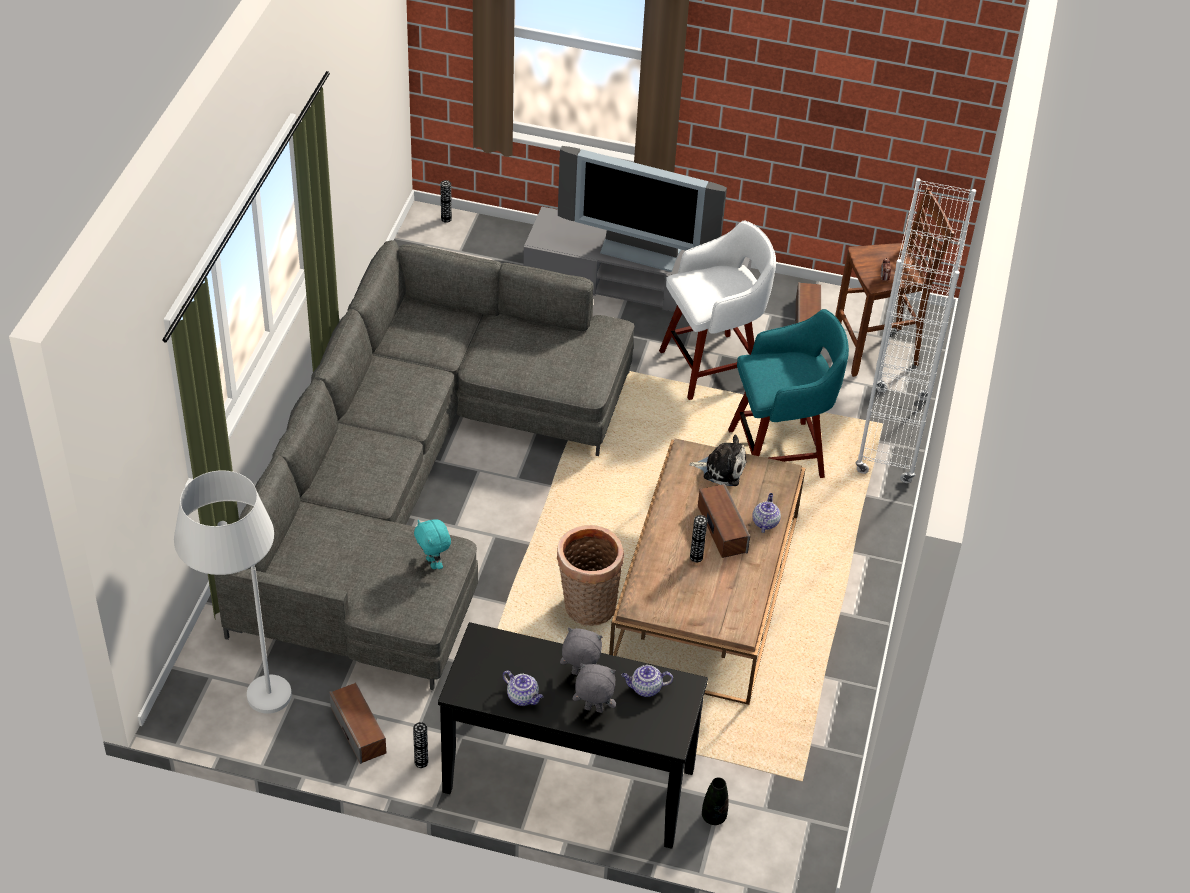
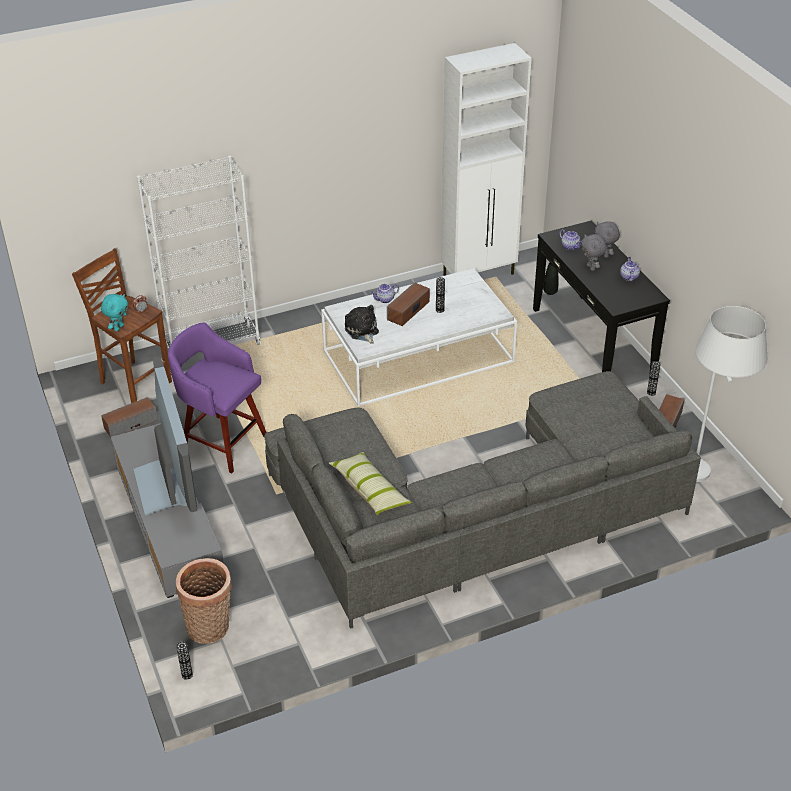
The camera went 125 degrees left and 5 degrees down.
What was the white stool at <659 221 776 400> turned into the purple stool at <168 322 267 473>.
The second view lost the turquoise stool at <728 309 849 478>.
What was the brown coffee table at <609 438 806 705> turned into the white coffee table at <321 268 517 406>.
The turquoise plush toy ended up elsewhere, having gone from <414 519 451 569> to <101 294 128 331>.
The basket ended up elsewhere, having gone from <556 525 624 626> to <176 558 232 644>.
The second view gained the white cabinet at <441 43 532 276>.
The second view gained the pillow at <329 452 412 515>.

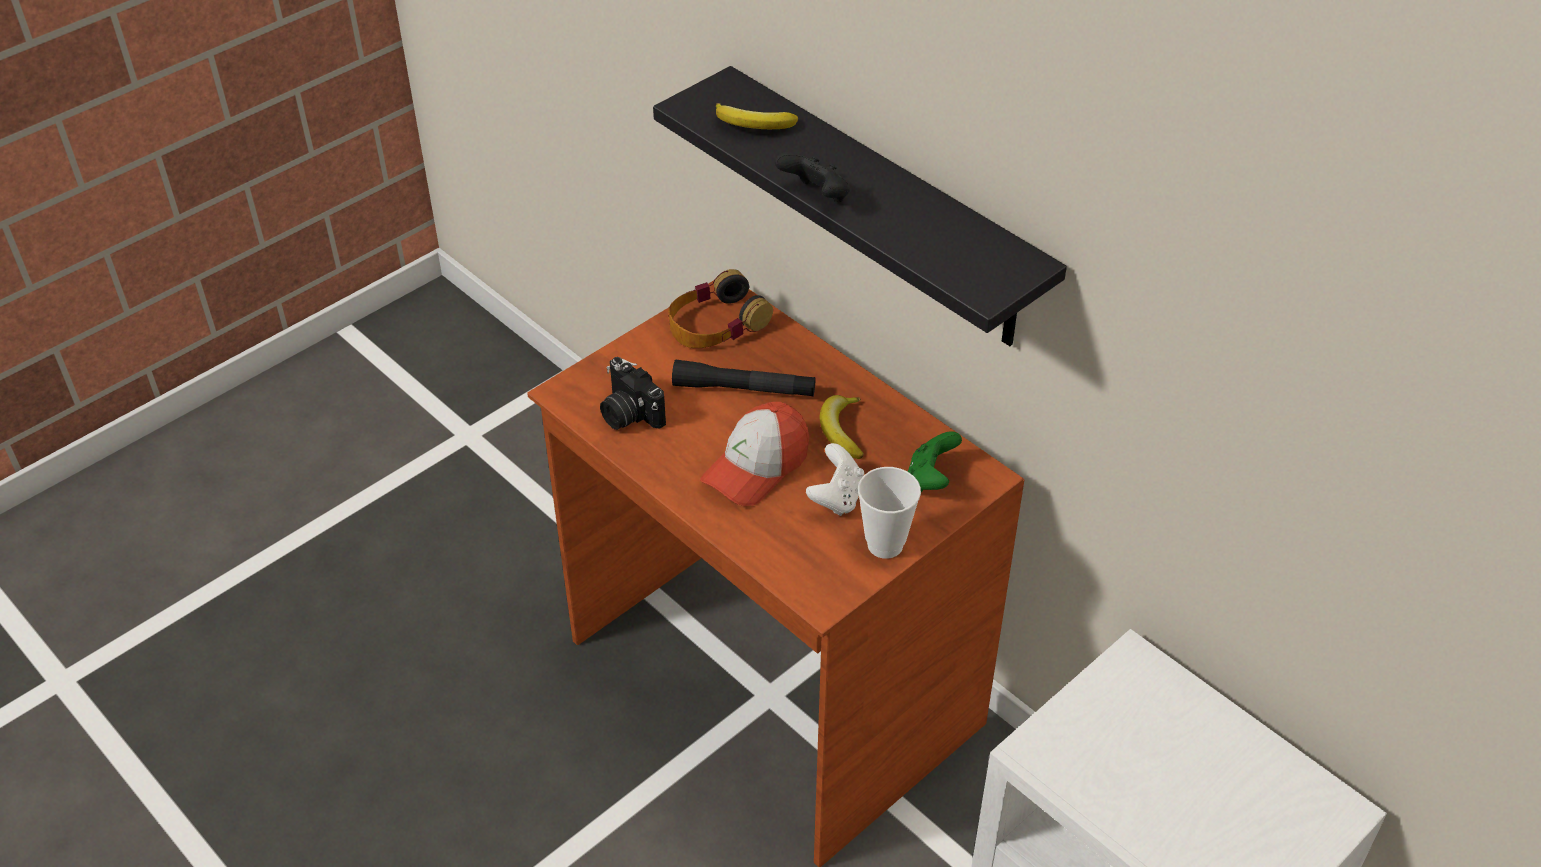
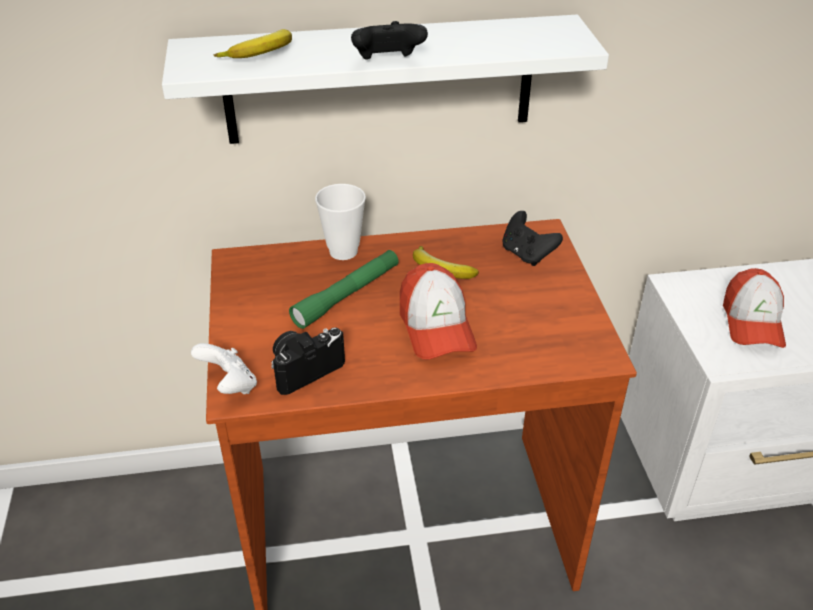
The camera went 55 degrees left and 5 degrees down.
What was the black shelf at <653 66 1067 346> turned into the white shelf at <162 15 609 144>.
The second view lost the headphones at <668 269 773 348>.
The photo camera at <600 357 666 430> ended up facing another way, 150 degrees clockwise from before.
What was the black flashlight at <672 359 815 397> turned into the green flashlight at <289 250 399 329>.
What was the green game controller at <907 431 962 492> turned into the black game controller at <502 211 563 266>.
The white game controller ended up elsewhere, having gone from <806 443 864 516> to <191 343 257 394>.
The cup ended up elsewhere, having gone from <858 467 921 559> to <315 184 366 260>.
The second view gained the cap at <723 268 786 348>.

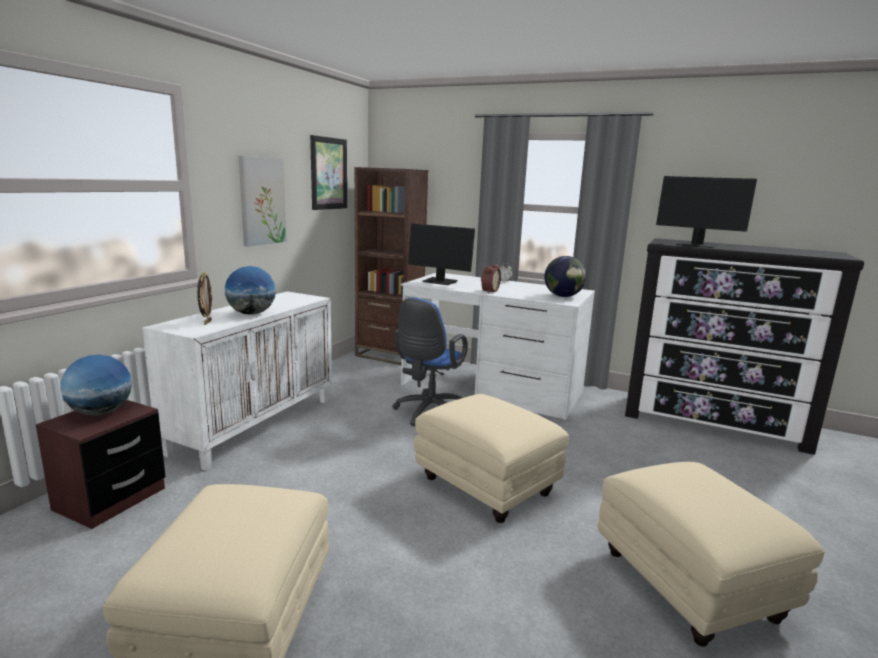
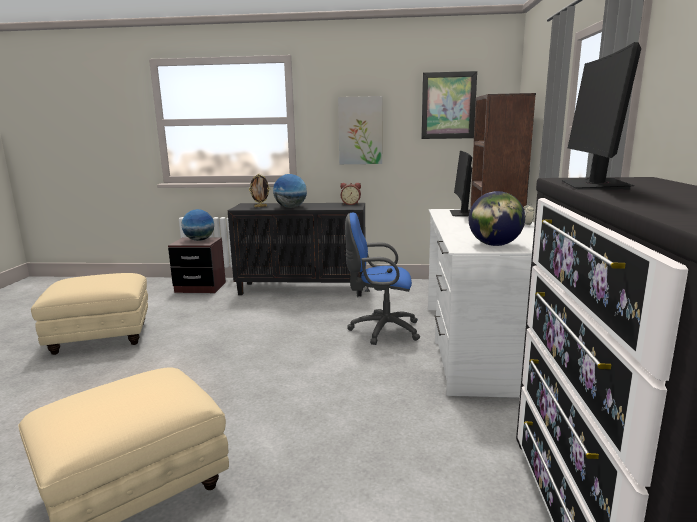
The camera went 70 degrees right and 0 degrees up.
The alarm clock ended up elsewhere, having gone from <481 264 501 293> to <340 183 361 205>.
What was the white cabinet at <142 292 332 471> turned into the black cabinet at <228 203 366 296>.
The second view lost the beige ottoman at <414 394 569 523>.

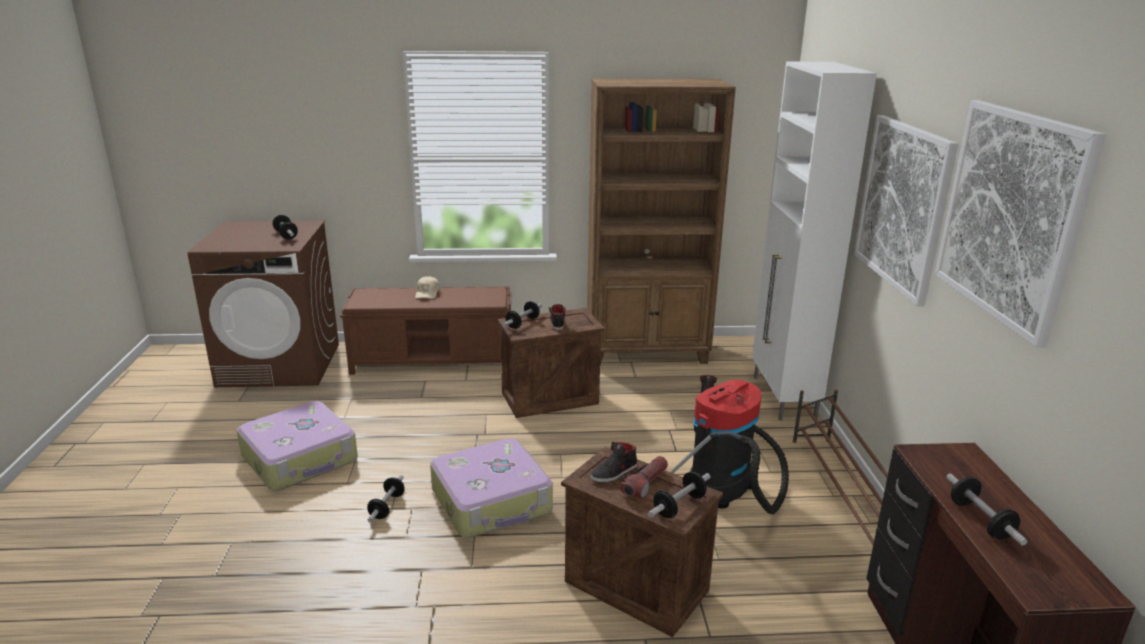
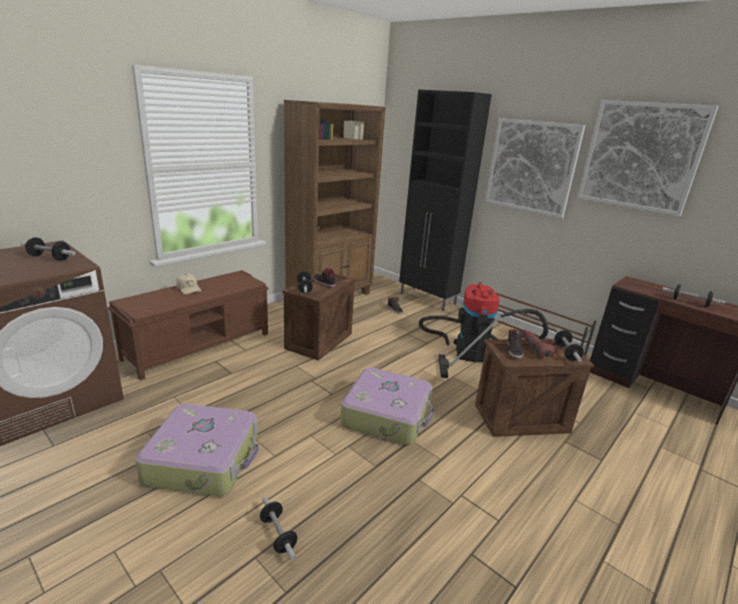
The camera went 45 degrees left and 0 degrees up.
What was the white cabinet at <752 61 877 420> turned into the black cabinet at <399 90 492 311>.
The dumbbell ended up elsewhere, having gone from <367 475 405 523> to <260 497 297 561>.

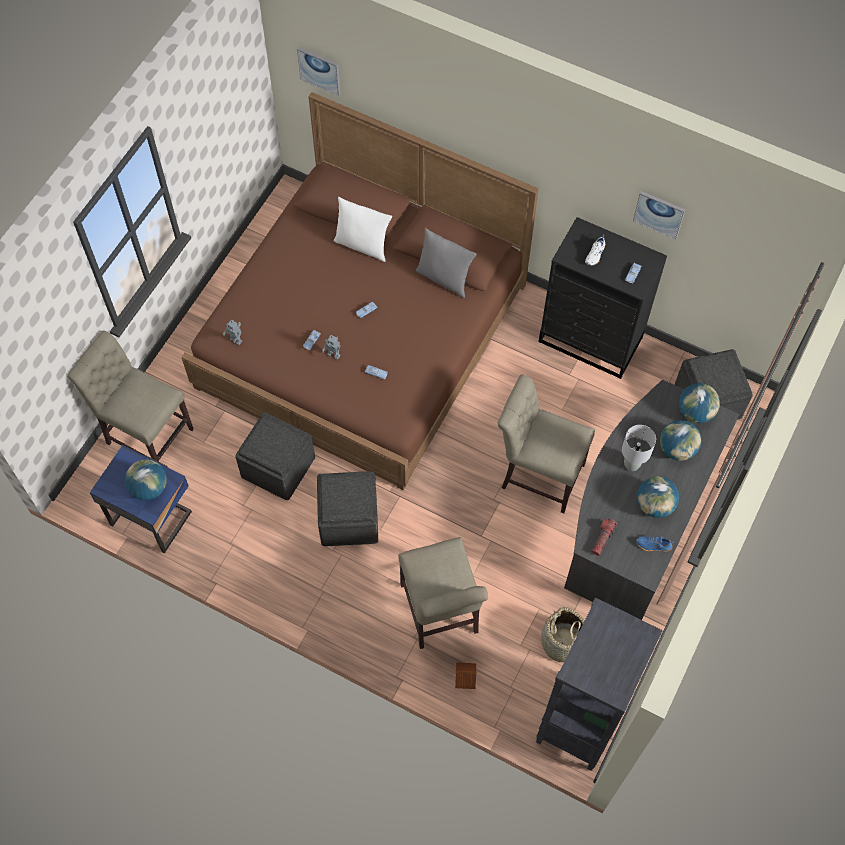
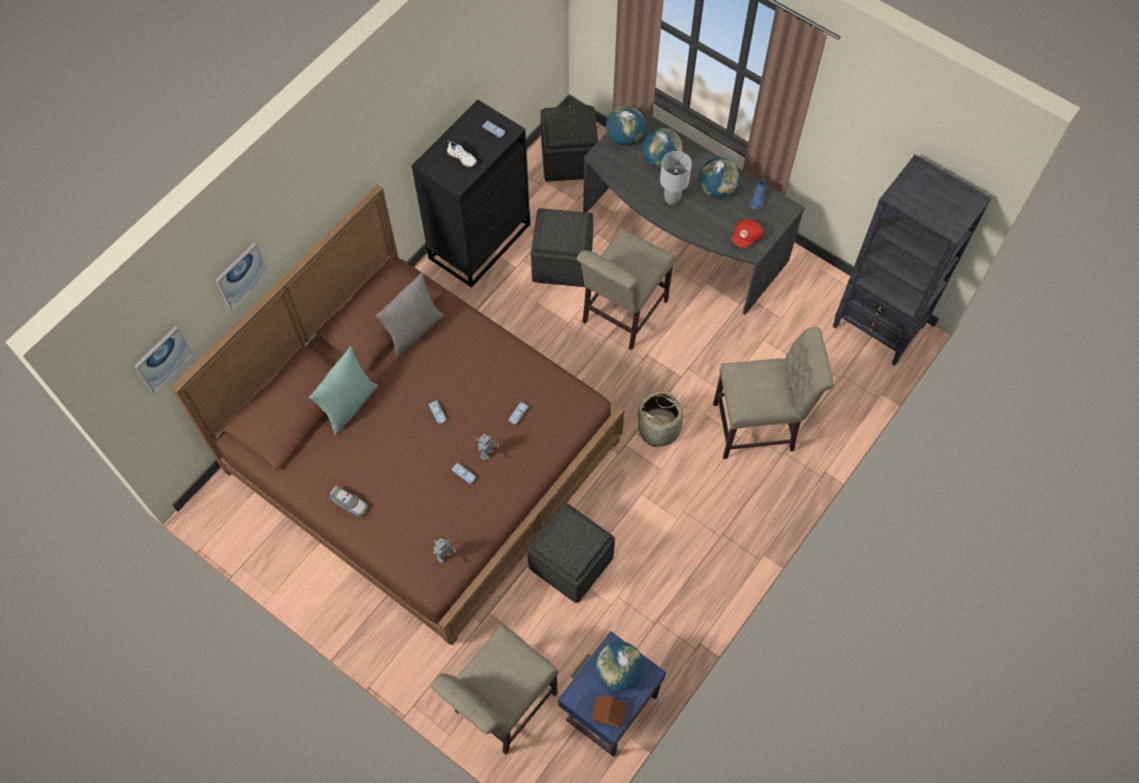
The camera went 80 degrees left and 0 degrees up.
The picture ended up elsewhere, having gone from <633 191 685 239> to <215 243 269 310>.
What was the white pillow at <334 197 392 262> turned into the turquoise pillow at <308 346 378 435>.
The grey ottoman ended up elsewhere, having gone from <317 471 378 546> to <531 208 593 287>.
Where the flashlight stood at <592 519 617 556>, the red cap came to stand at <732 219 763 248>.
The basket ended up elsewhere, having gone from <541 607 585 663> to <633 391 690 447>.
The toy house ended up elsewhere, having gone from <455 662 477 689> to <592 696 627 727>.
The second view gained the toy car at <329 486 368 517>.

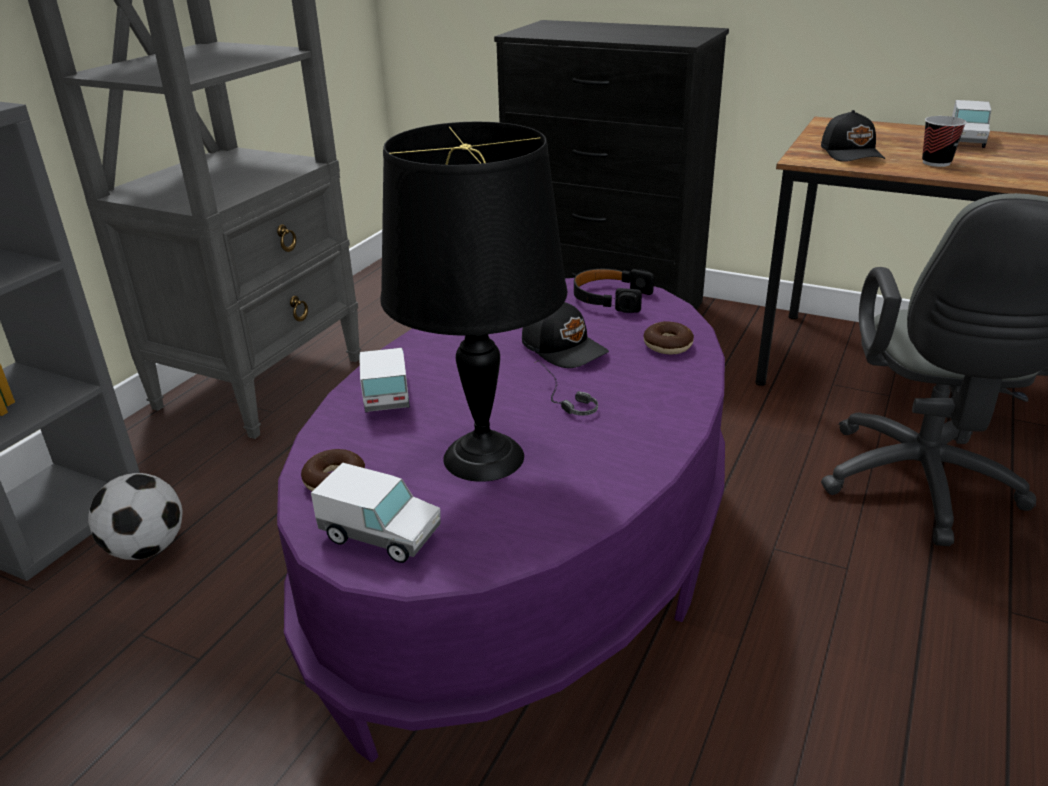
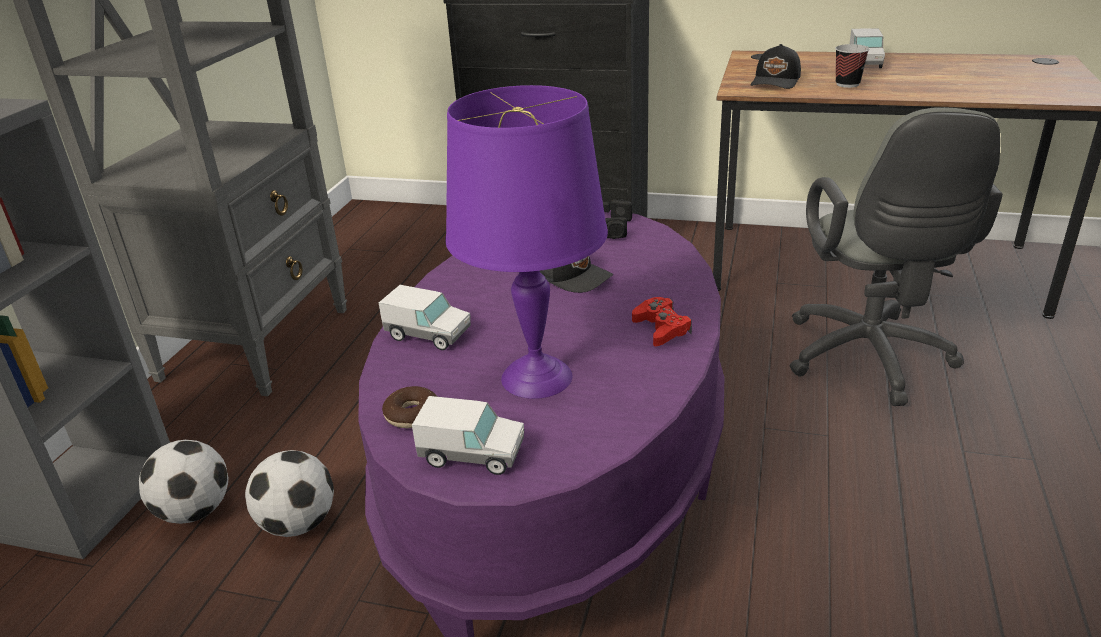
The camera went 10 degrees left and 0 degrees up.
The black cap at <821 110 885 162> ended up facing another way, 45 degrees clockwise from before.
What was the black table lamp at <380 122 567 482> turned into the purple table lamp at <445 85 608 399>.
The second view lost the donut at <644 321 694 354>.
The toy truck at <359 348 410 412> ended up facing another way, 135 degrees clockwise from before.
The second view lost the headphones at <535 360 598 415>.
The second view gained the red game controller at <632 297 692 346>.
The second view gained the football at <245 450 334 537>.

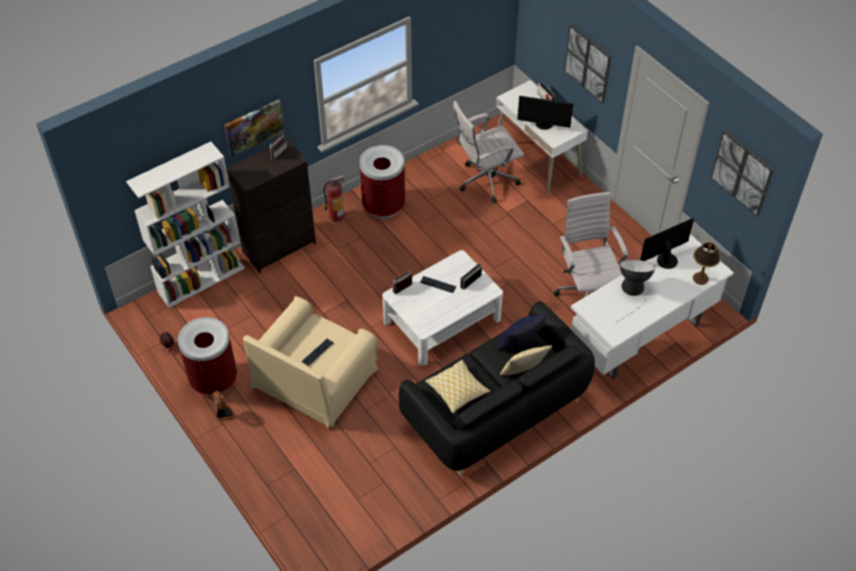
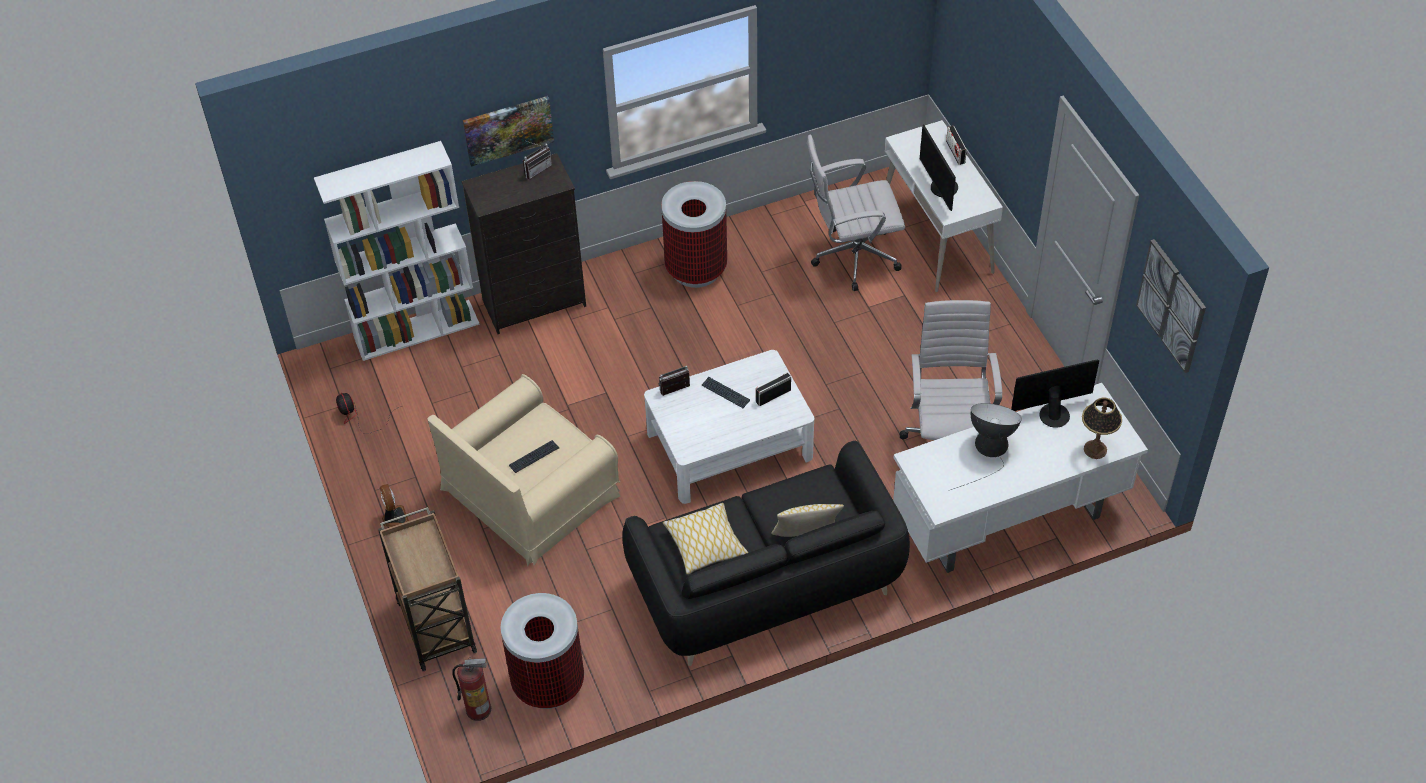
The camera went 15 degrees right and 0 degrees up.
The second view lost the picture at <564 24 611 103>.
The monitor at <517 96 573 130> ended up facing another way, 45 degrees clockwise from before.
The fire extinguisher ended up elsewhere, having gone from <324 175 344 222> to <452 657 491 721>.
The second view lost the blue pillow at <497 313 548 350>.
The trash can ended up elsewhere, having gone from <178 317 237 396> to <500 593 584 709>.
The second view gained the brown cart at <378 507 477 671>.

